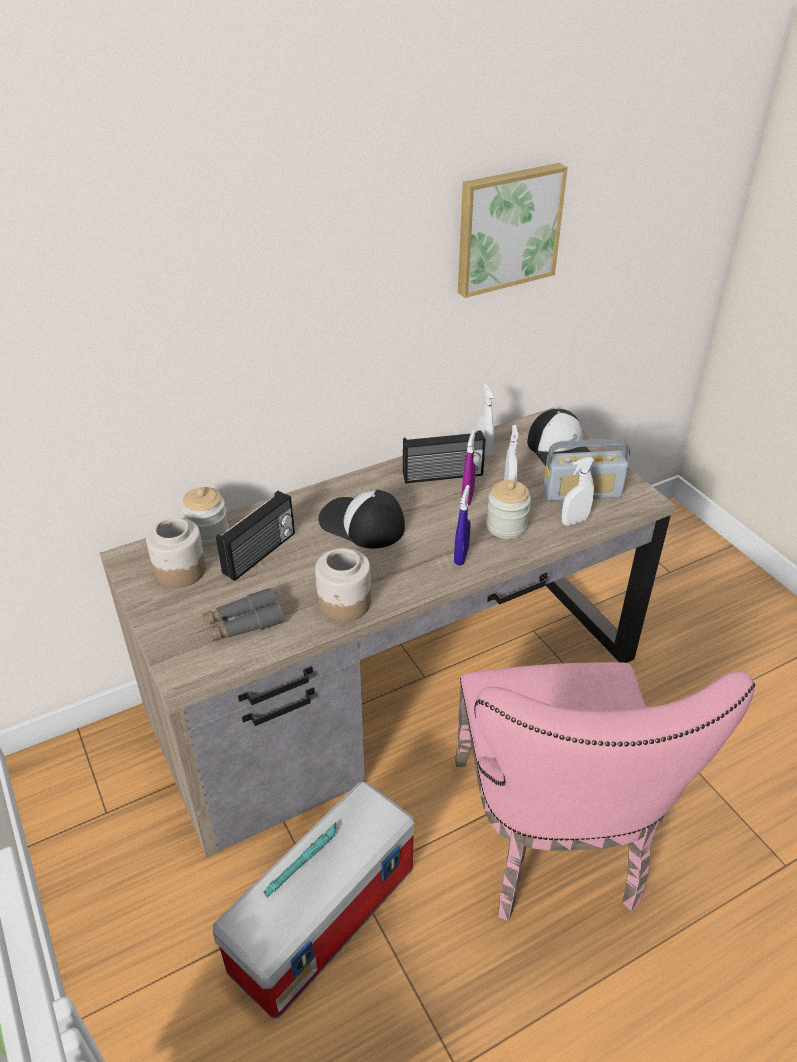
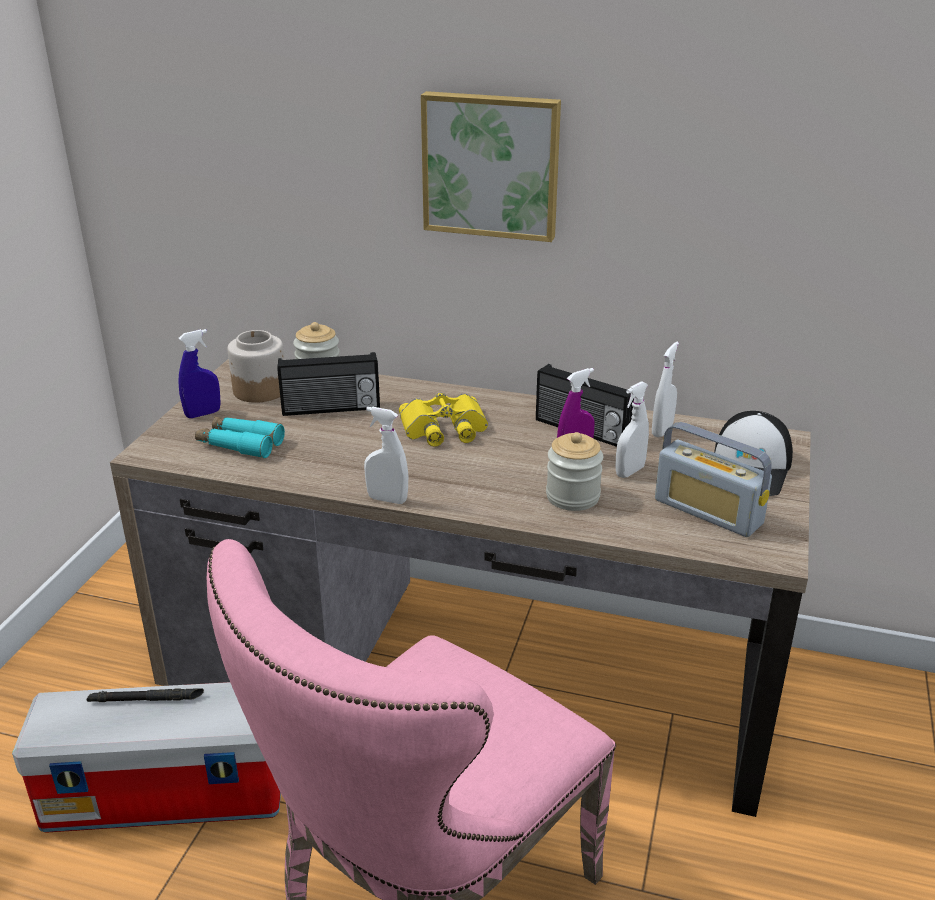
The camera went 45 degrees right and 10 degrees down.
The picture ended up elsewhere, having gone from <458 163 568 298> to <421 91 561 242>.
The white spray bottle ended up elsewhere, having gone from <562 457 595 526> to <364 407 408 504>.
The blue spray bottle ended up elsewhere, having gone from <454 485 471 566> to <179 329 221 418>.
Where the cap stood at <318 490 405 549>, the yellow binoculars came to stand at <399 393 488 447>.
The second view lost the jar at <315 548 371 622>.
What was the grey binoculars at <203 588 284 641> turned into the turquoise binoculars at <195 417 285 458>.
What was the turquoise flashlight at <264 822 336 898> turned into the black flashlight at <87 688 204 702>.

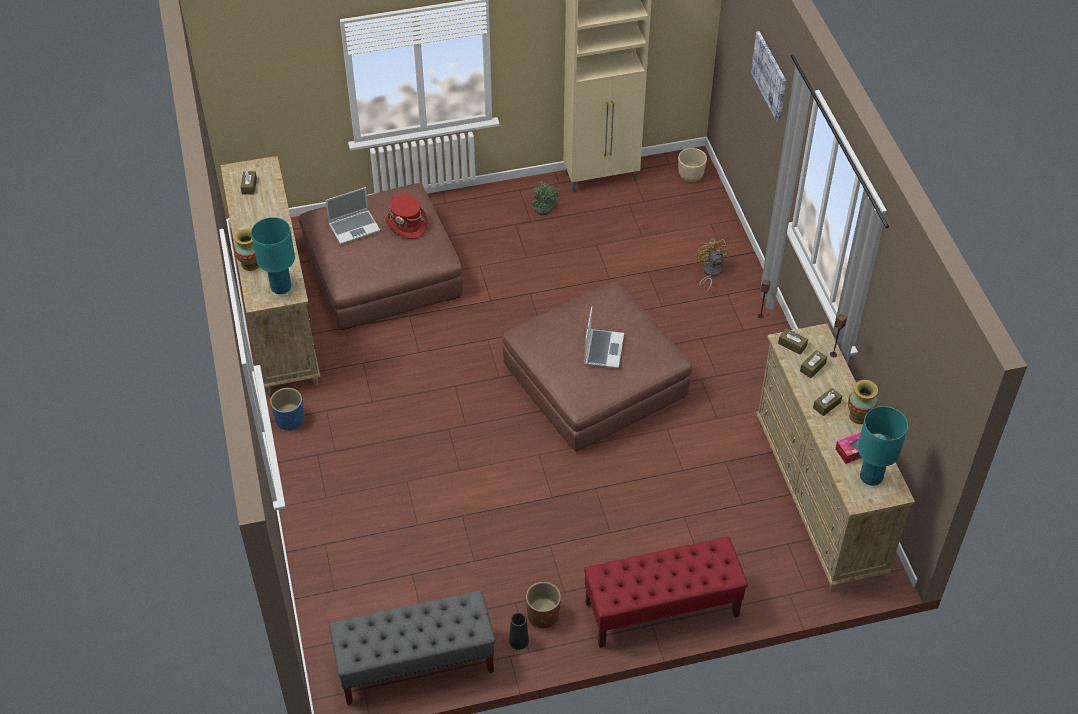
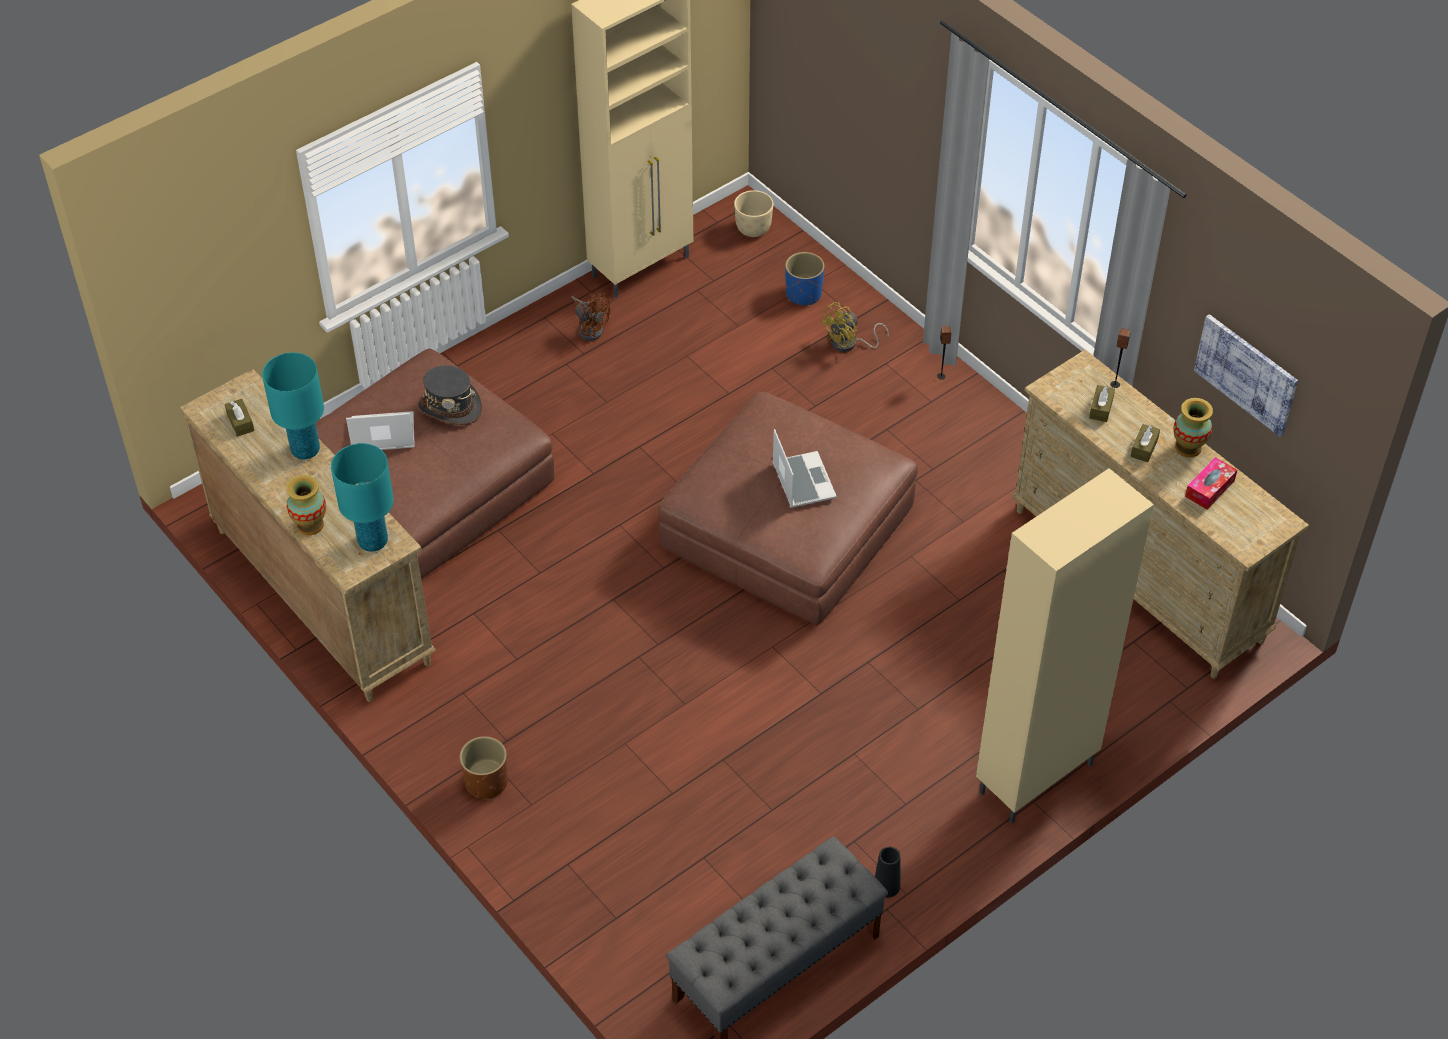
The camera went 25 degrees left and 0 degrees up.
The picture ended up elsewhere, having gone from <751 31 786 122> to <1194 314 1298 437>.
What was the green fan at <531 181 560 215> turned into the brown fan at <571 292 610 341>.
The laptop at <325 187 380 244> ended up facing another way, 135 degrees counterclockwise from before.
What was the red hat at <385 194 427 239> turned into the grey hat at <418 365 482 425>.
The yellow fan at <697 238 729 294> ended up facing another way, 90 degrees counterclockwise from before.
The second view lost the brown tissue box at <778 329 808 355>.
The blue planter ended up elsewhere, having gone from <270 388 304 431> to <785 252 824 305>.
The turquoise table lamp ended up elsewhere, having gone from <858 406 908 486> to <262 352 324 460>.
Where the red bench stood at <584 537 748 648>, the beige cabinet came to stand at <976 468 1154 823>.
The brown planter ended up elsewhere, having gone from <526 582 561 629> to <459 736 508 800>.

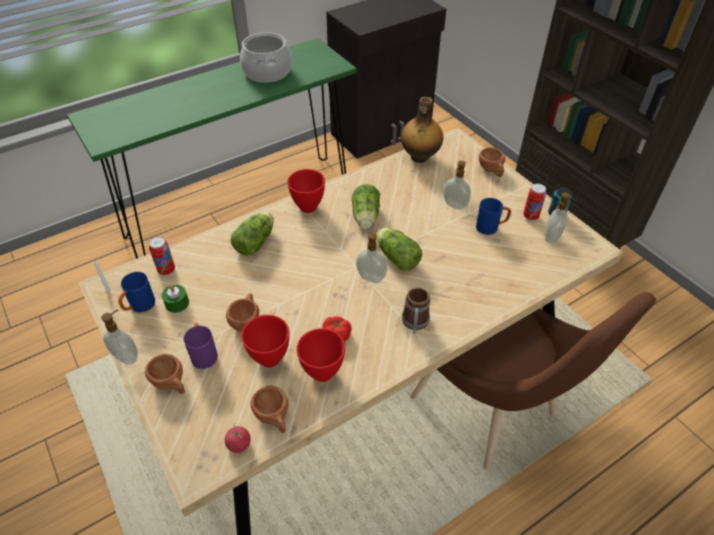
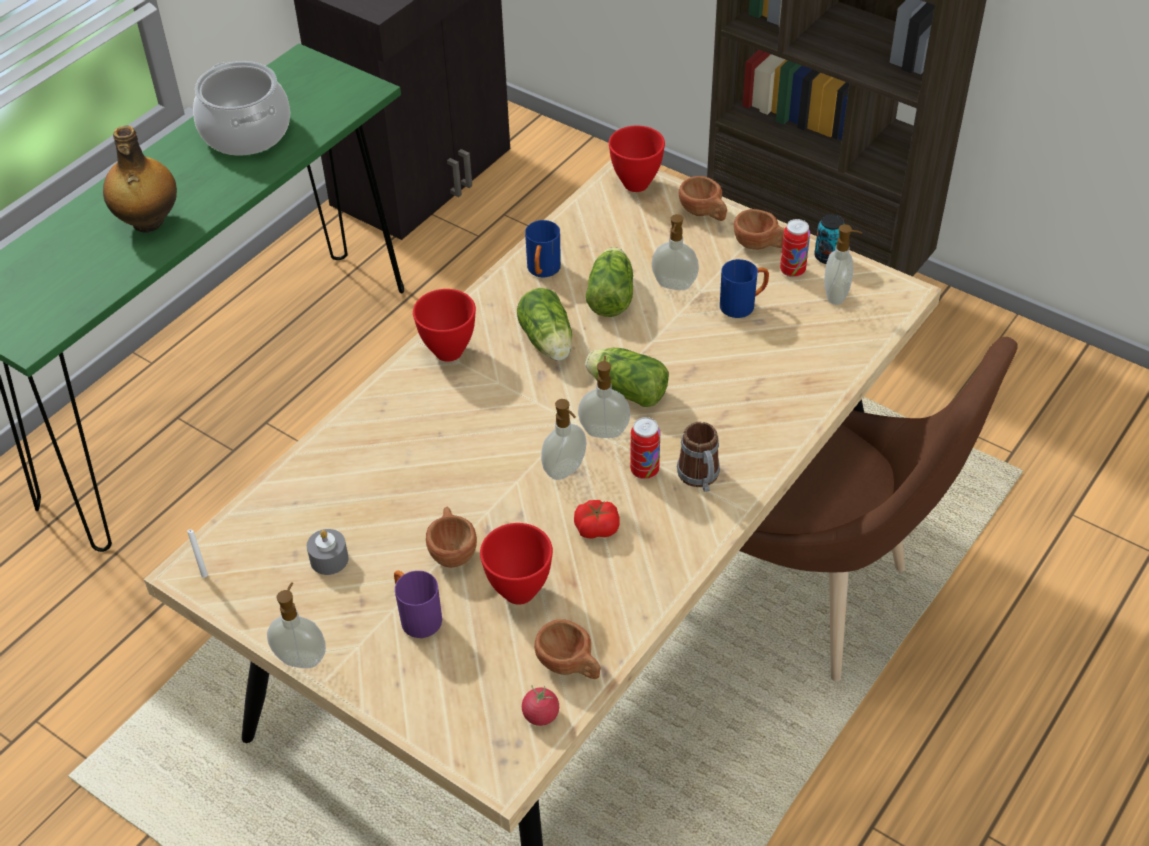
The camera went 20 degrees left and 0 degrees up.
The bottle ended up elsewhere, having gone from <401 97 444 163> to <103 126 177 233>.
The lettuce ended up elsewhere, having gone from <231 212 274 256> to <586 247 633 317>.
The can ended up elsewhere, having gone from <149 237 175 275> to <630 417 660 479>.
The blue mug ended up elsewhere, having gone from <118 272 155 312> to <525 220 561 277>.
What was the green candle at <162 285 189 313> turned into the grey candle at <307 529 349 575>.
The red bowl ended up elsewhere, having gone from <296 328 345 382> to <609 126 665 192>.
The brown cup ended up elsewhere, having gone from <145 353 185 394> to <734 209 785 250>.
The second view gained the soap dispenser at <541 399 587 480>.

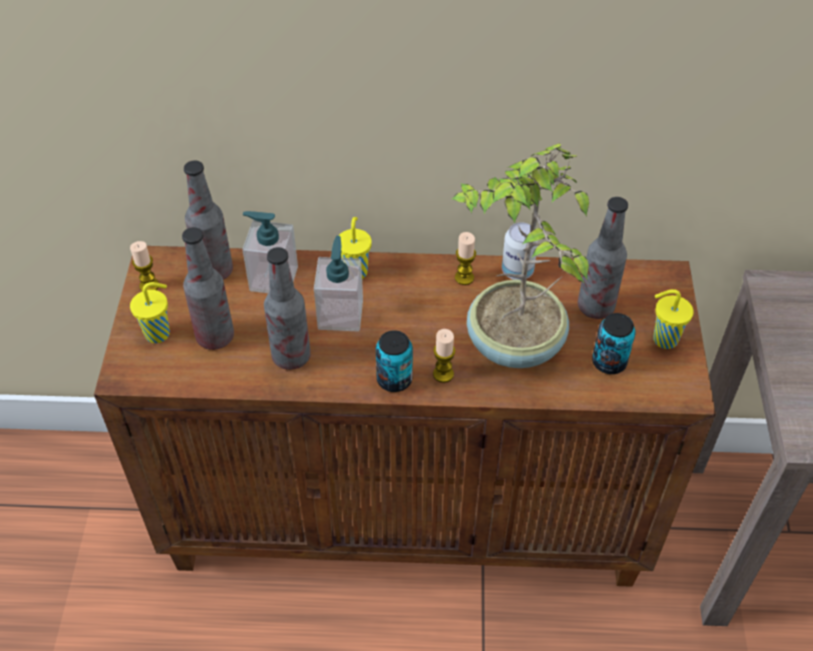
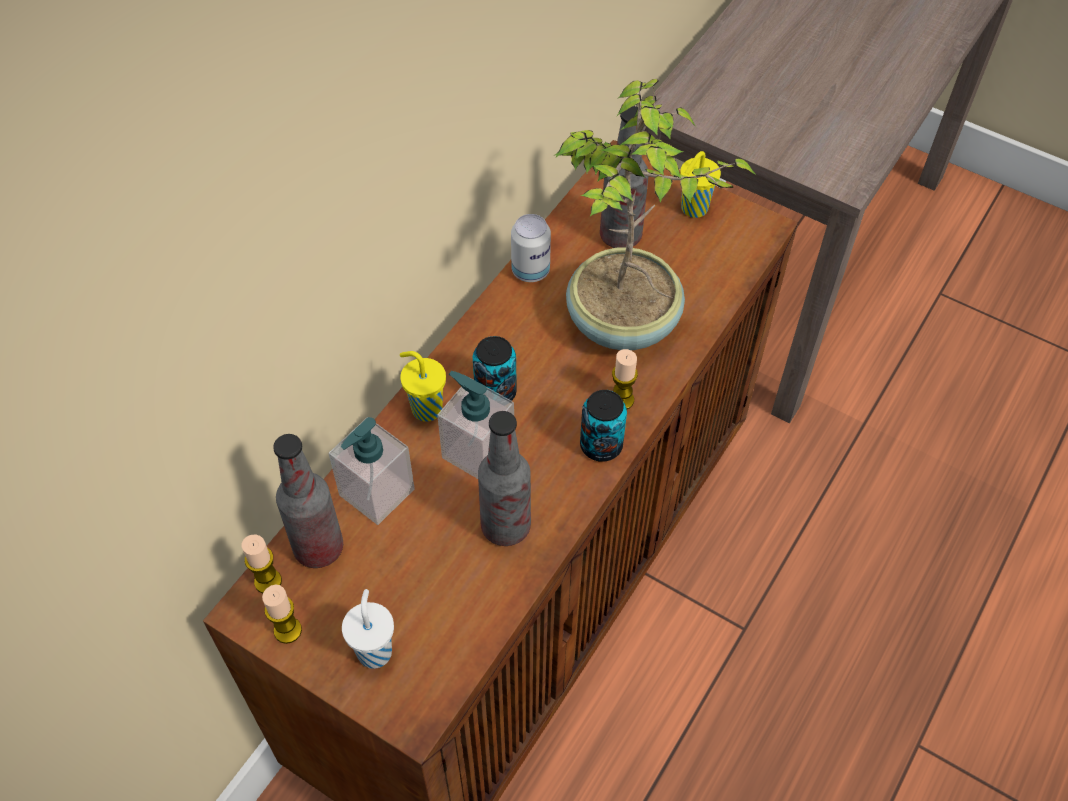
The camera went 60 degrees left and 5 degrees up.
The second view lost the bottle at <182 227 234 350>.
The candle ended up elsewhere, having gone from <455 232 476 285> to <242 535 282 593>.
What was the yellow cup at <130 282 170 343> turned into the white cup at <342 589 394 669>.
The can ended up elsewhere, having gone from <592 313 636 374> to <473 336 517 401>.

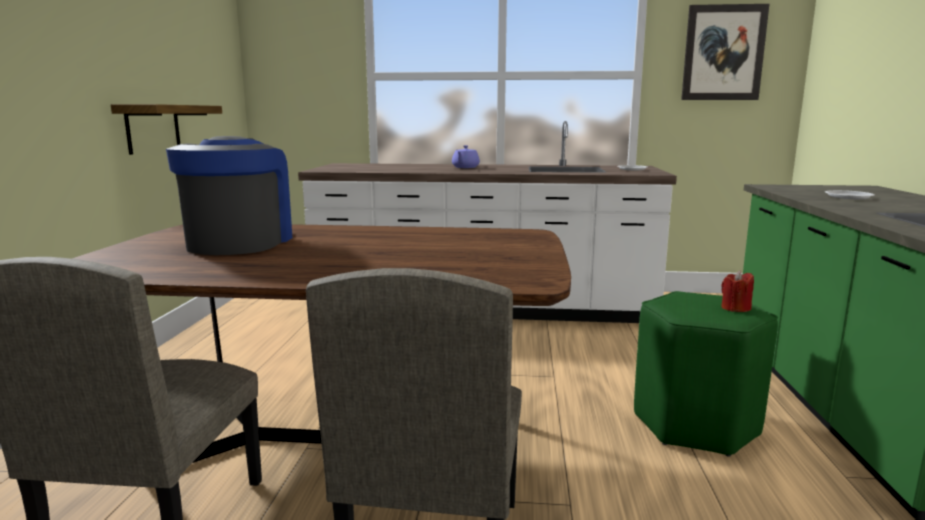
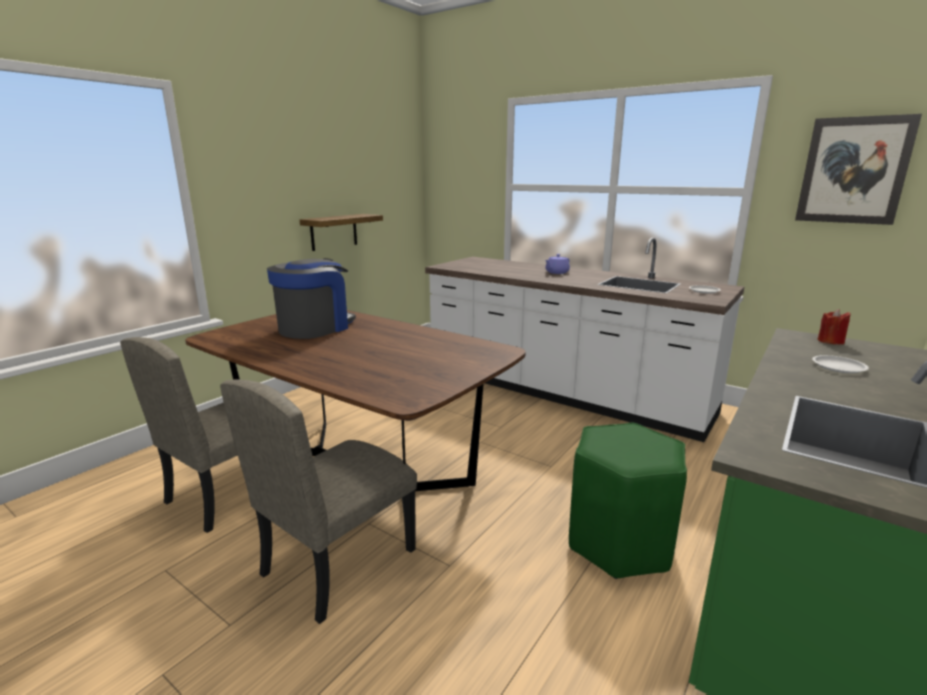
The camera went 30 degrees right and 5 degrees up.
The red candle ended up elsewhere, having gone from <721 270 754 312> to <817 309 851 345>.

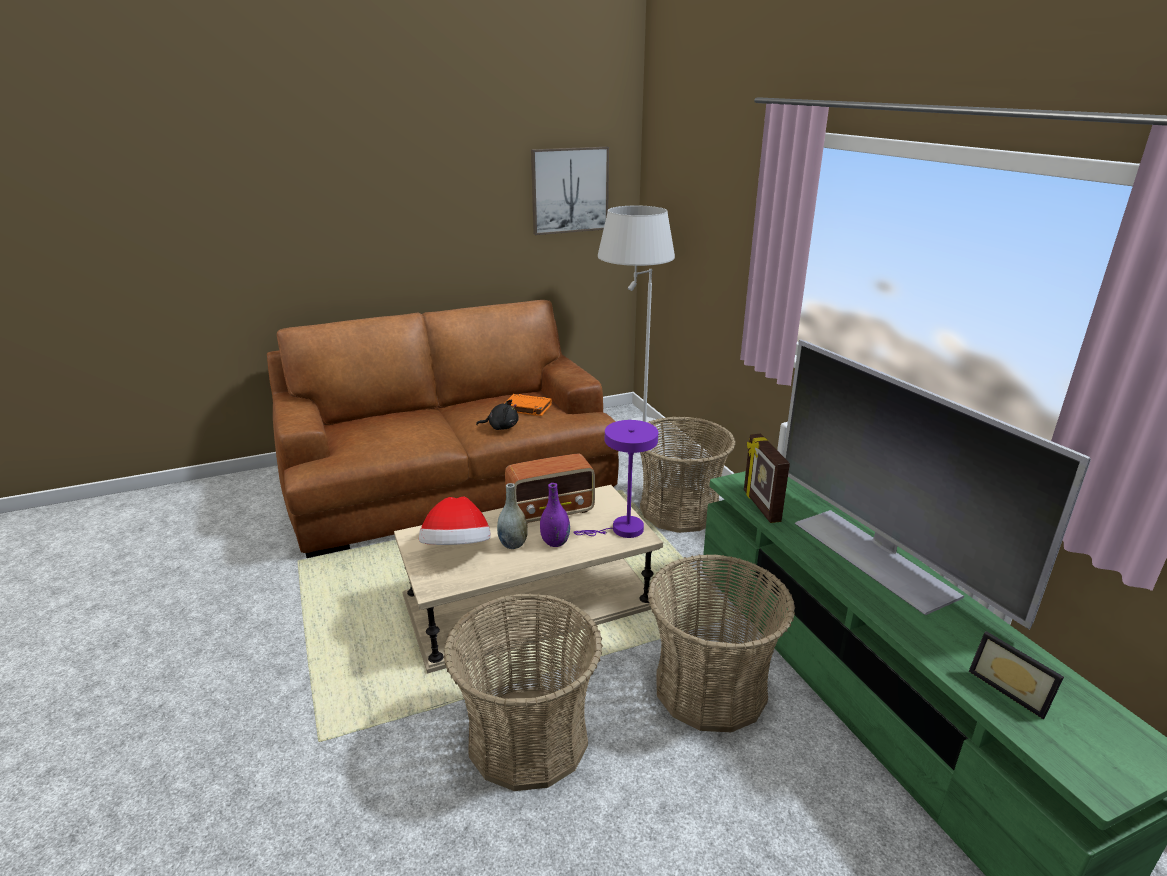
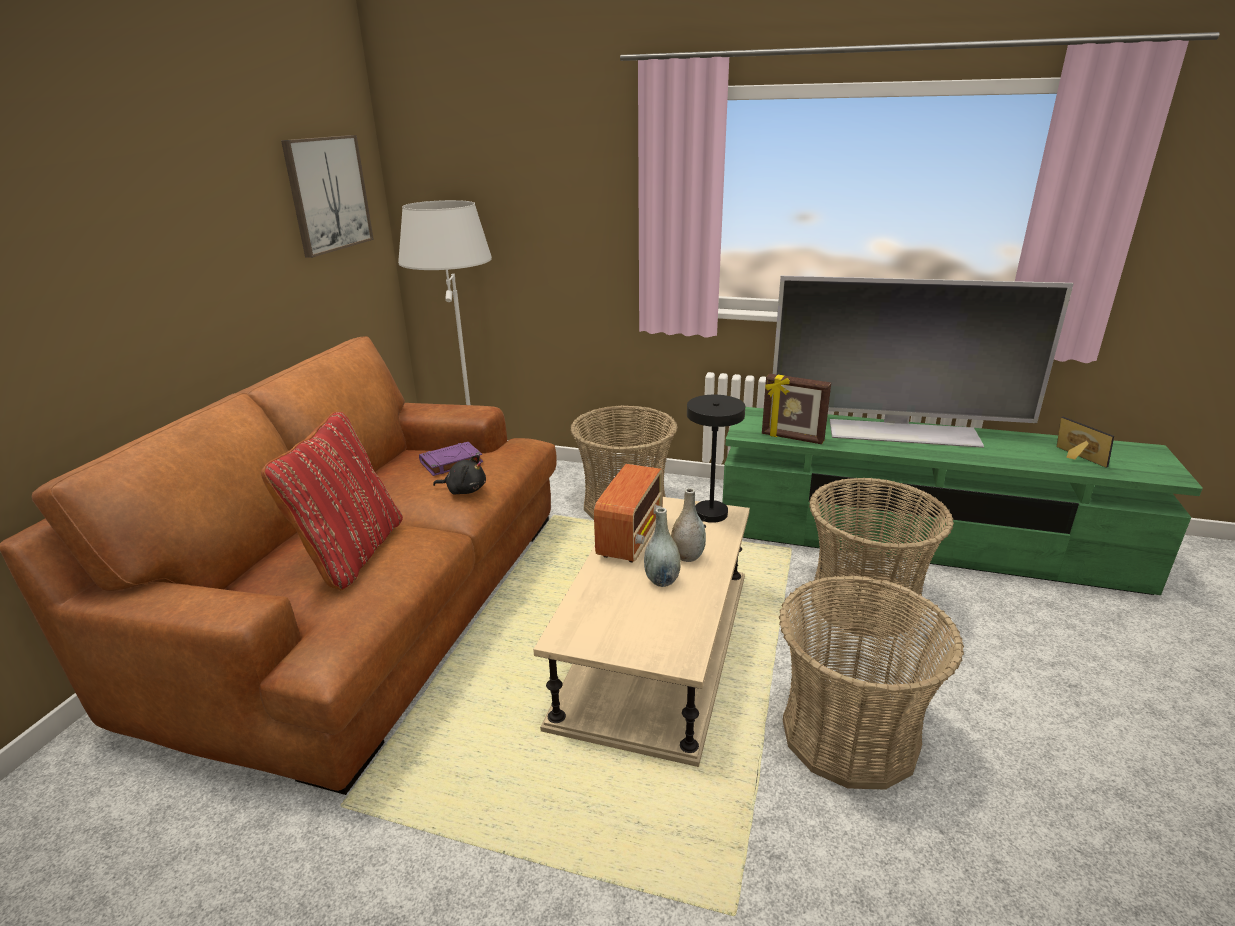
The camera went 50 degrees left and 0 degrees up.
What was the orange book at <504 394 552 416> turned into the purple book at <419 442 483 476>.
The black plush toy at <476 399 519 430> ended up facing another way, 60 degrees clockwise from before.
What was the purple table lamp at <573 420 658 538> turned into the black table lamp at <687 395 745 528>.
What was the purple vase at <540 483 570 547> turned into the grey vase at <671 488 706 562>.
The second view lost the hat at <419 497 491 545>.
The picture frame at <969 631 1064 719> ended up facing another way, 120 degrees counterclockwise from before.
The second view gained the red pillow at <261 412 403 590>.

